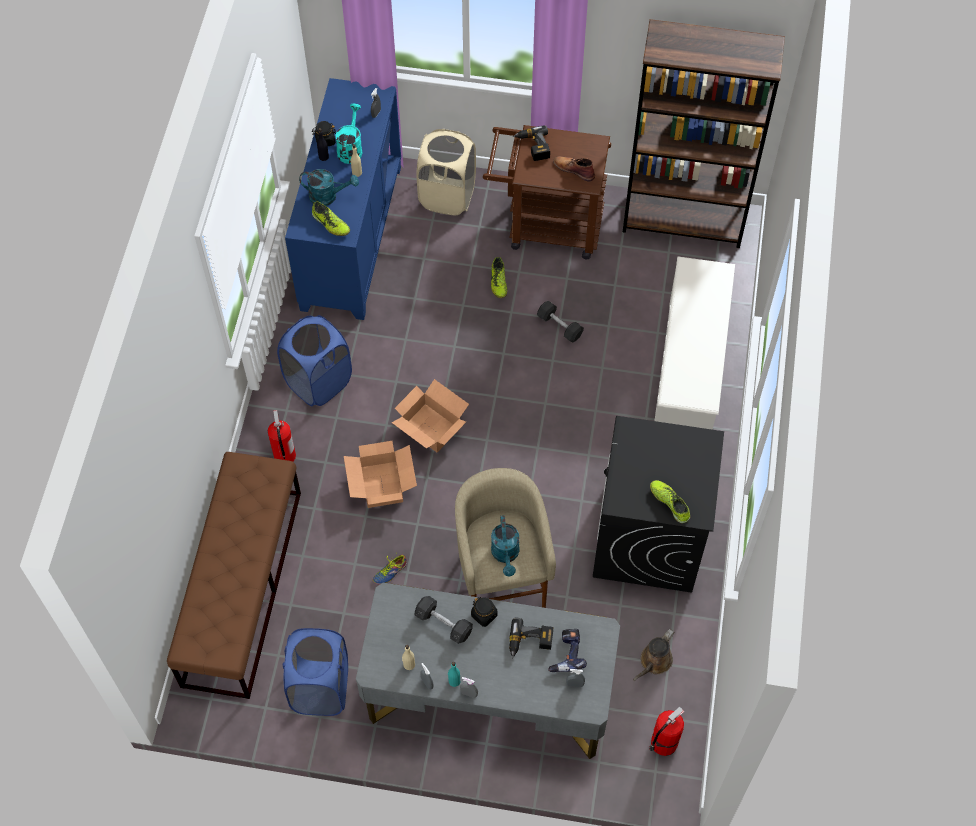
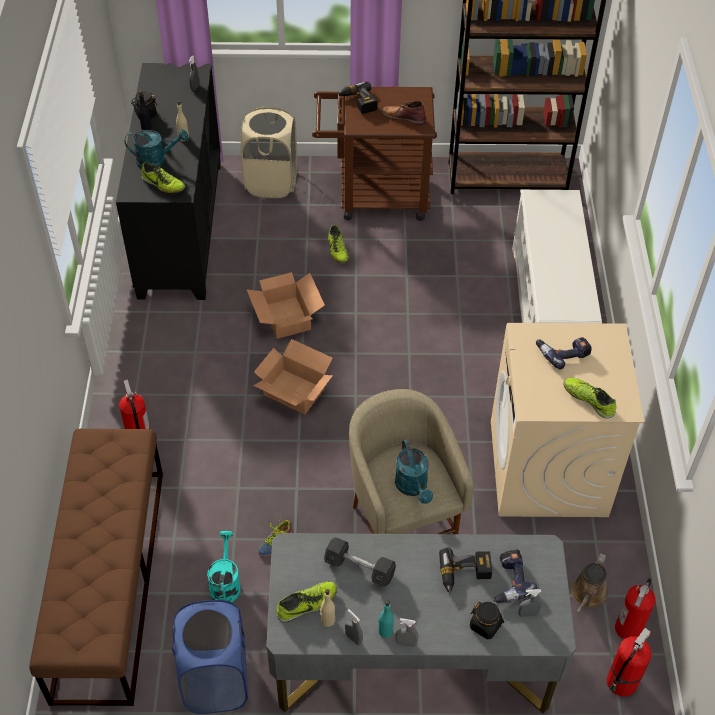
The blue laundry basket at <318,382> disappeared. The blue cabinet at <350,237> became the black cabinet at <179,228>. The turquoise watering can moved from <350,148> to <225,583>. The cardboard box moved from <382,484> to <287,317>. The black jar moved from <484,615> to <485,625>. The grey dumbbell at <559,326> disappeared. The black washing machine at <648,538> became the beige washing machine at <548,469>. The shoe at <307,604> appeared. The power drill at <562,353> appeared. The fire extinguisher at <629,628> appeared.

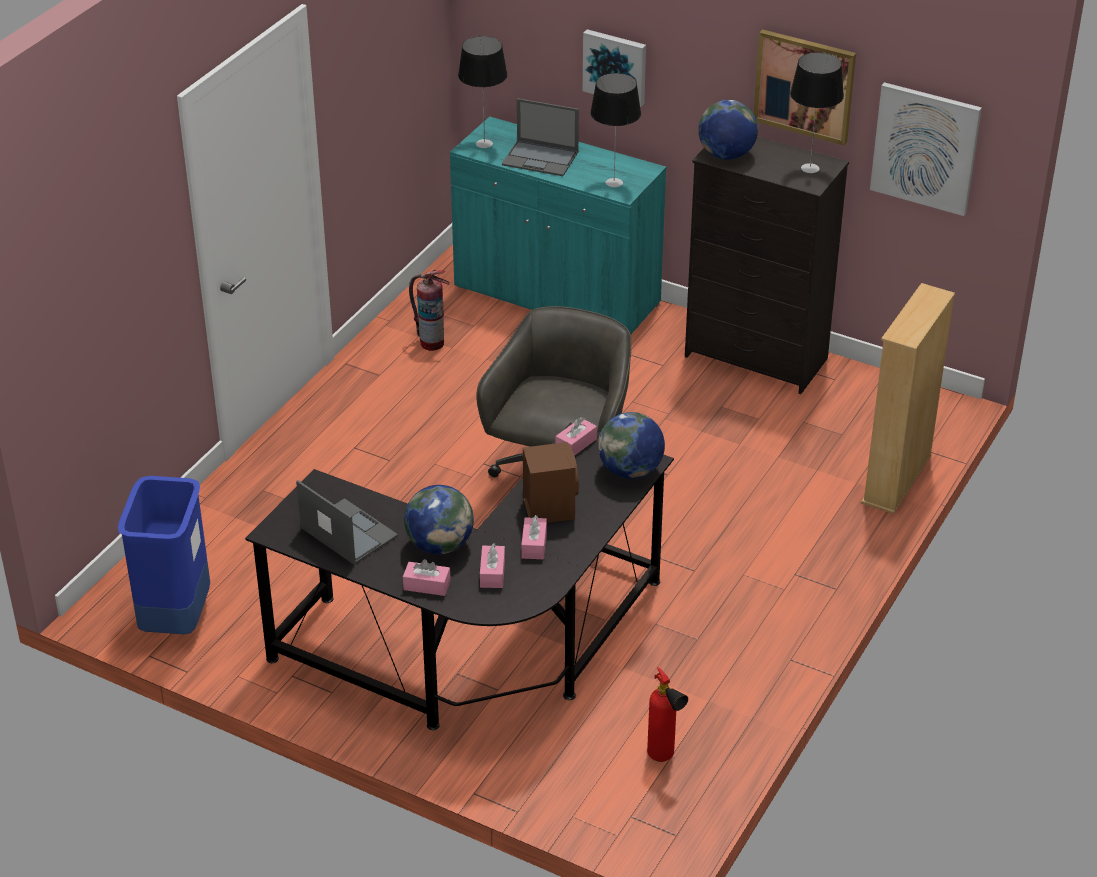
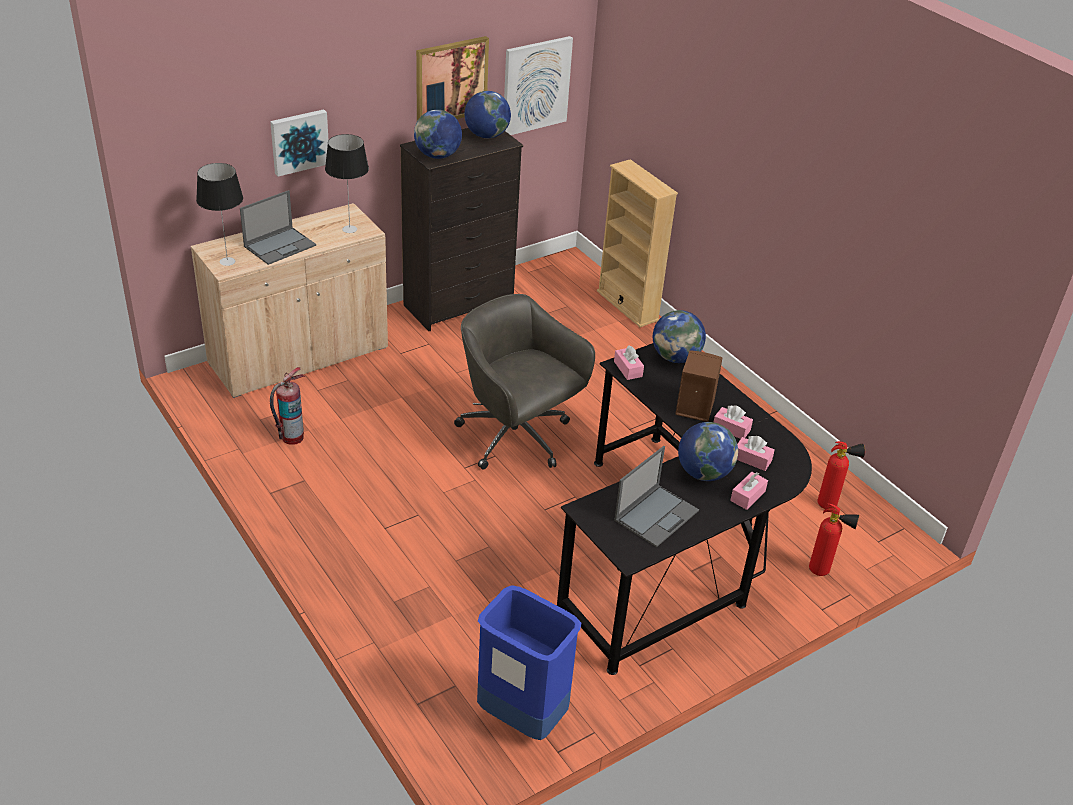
The laptop at <347,532> turned 150 degrees clockwise. The turquoise cabinet at <556,296> became the beige cabinet at <299,356>. The table lamp at <810,168> was replaced by the globe at <486,135>. The fire extinguisher at <823,572> appeared.

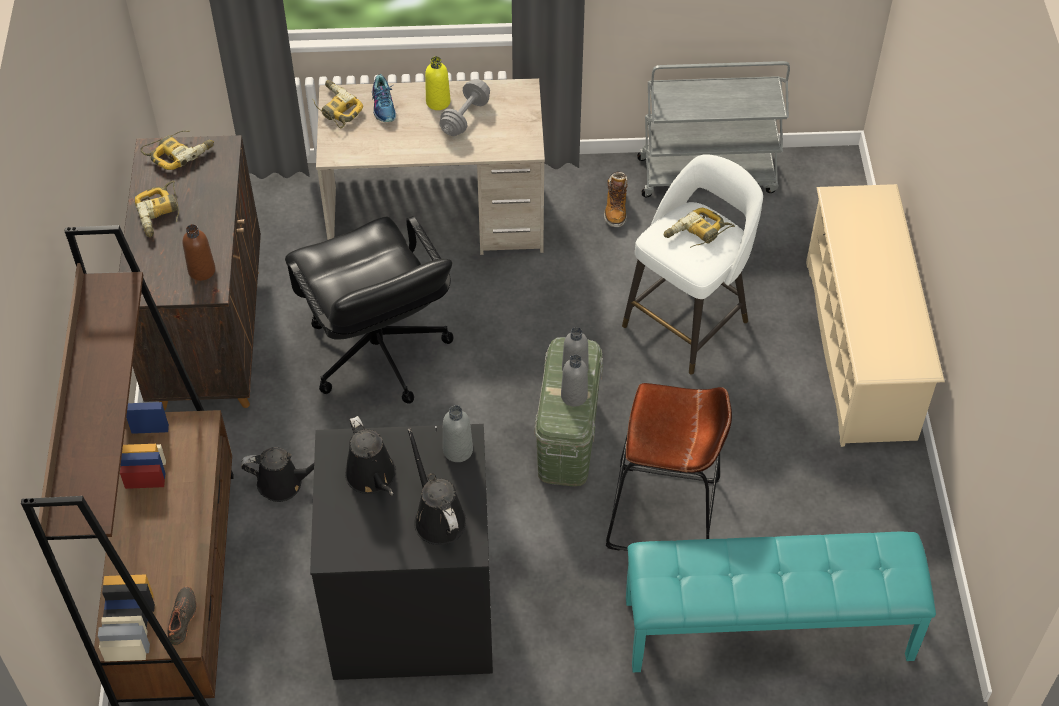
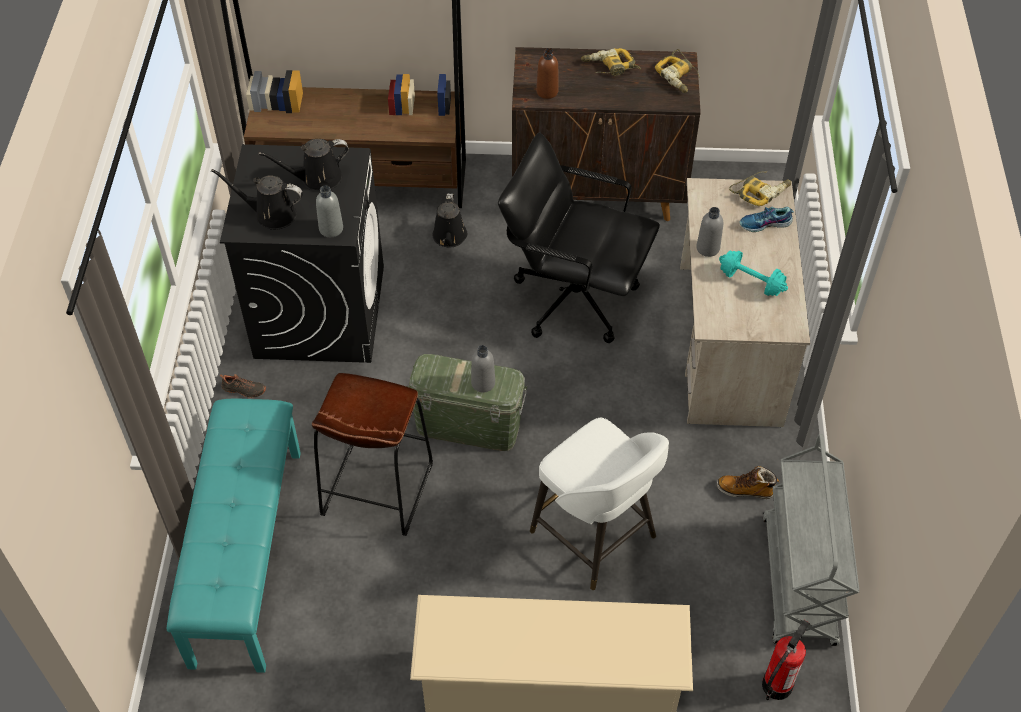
The black shoe moved from <183,619> to <244,390>. The black office chair at <377,353> turned 45 degrees clockwise. The black watering can at <437,517> turned 150 degrees counterclockwise. The yellow bottle at <438,102> disappeared. The grey dumbbell at <465,117> became the turquoise dumbbell at <751,282>. The grey bottle moved from <574,396> to <708,248>. The power drill at <697,234> disappeared. The fire extinguisher at <776,685> appeared.

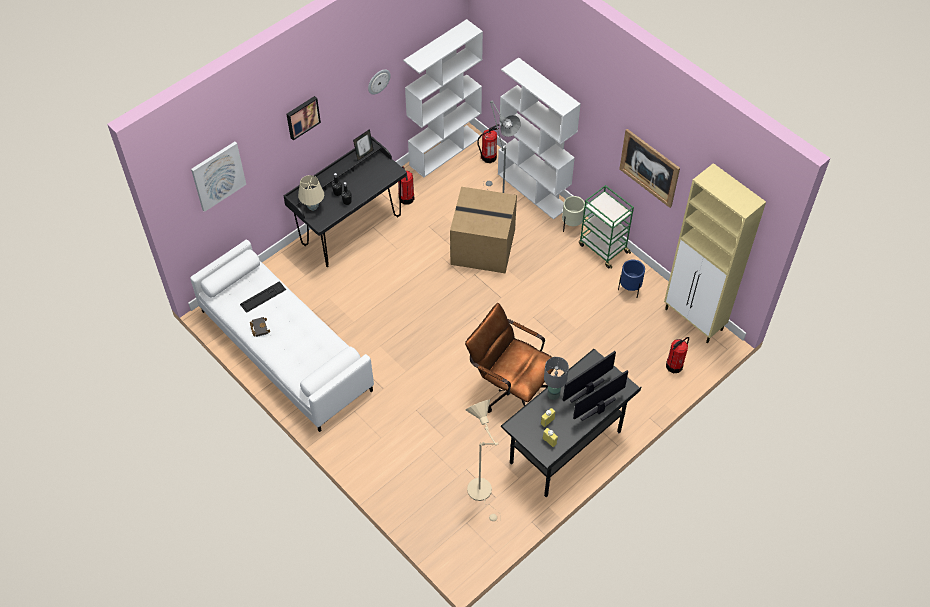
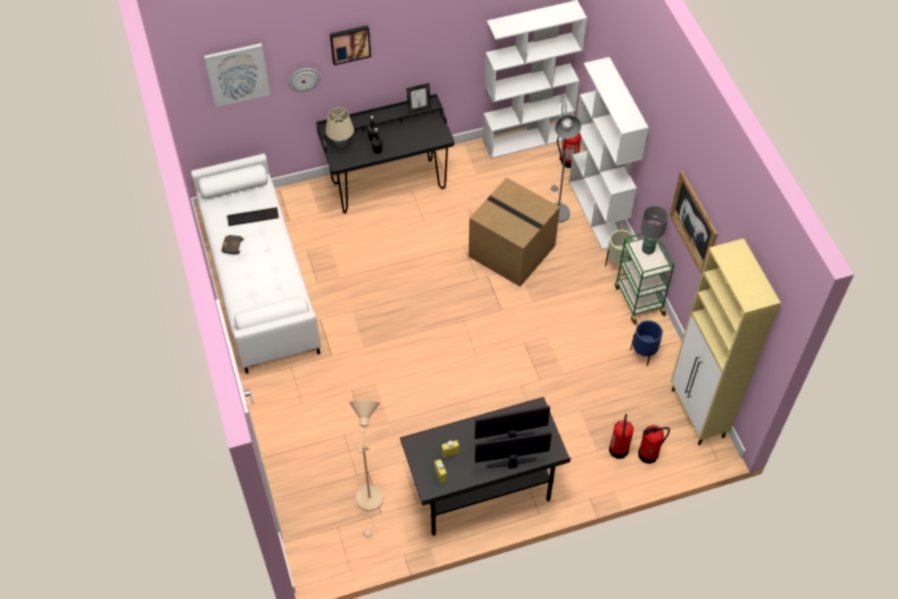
The wall clock moved from <378,81> to <304,79>. The fire extinguisher moved from <406,198> to <619,449>. The brown office chair at <509,389> disappeared. The grey table lamp moved from <553,394> to <648,249>.

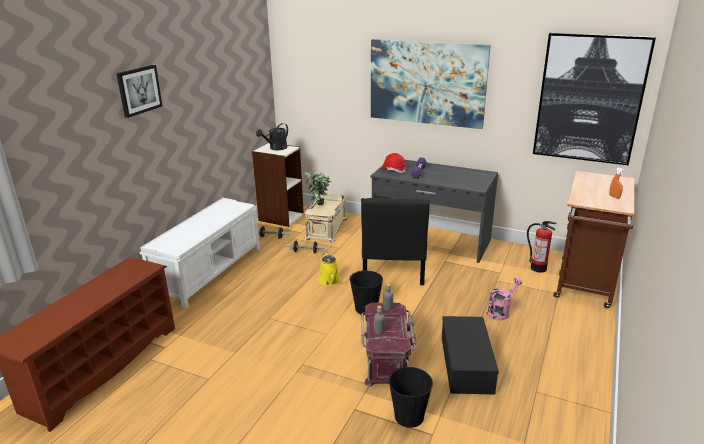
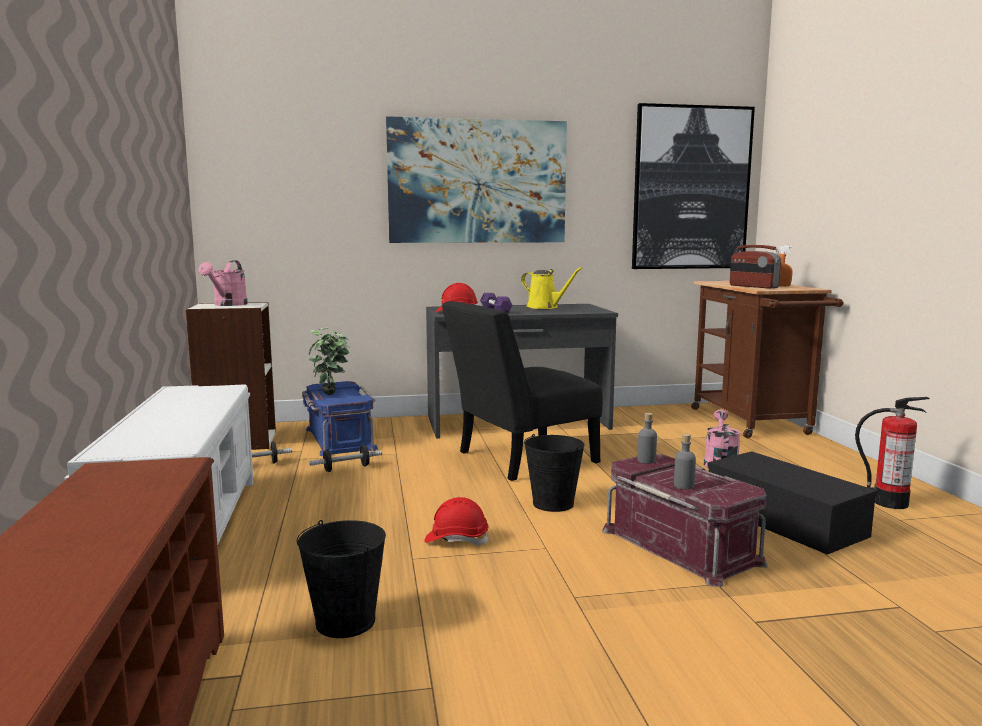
The picture at <139,90> disappeared. The black watering can at <275,148> became the pink watering can at <228,305>. The beige storage box at <325,228> became the blue storage box at <338,439>. The yellow watering can moved from <330,281> to <545,307>. The black chair at <393,271> turned 90 degrees clockwise. The black bucket moved from <409,416> to <346,621>. The fire extinguisher moved from <538,268> to <890,502>. The red hard hat at <456,539> appeared. The radio at <753,286> appeared.

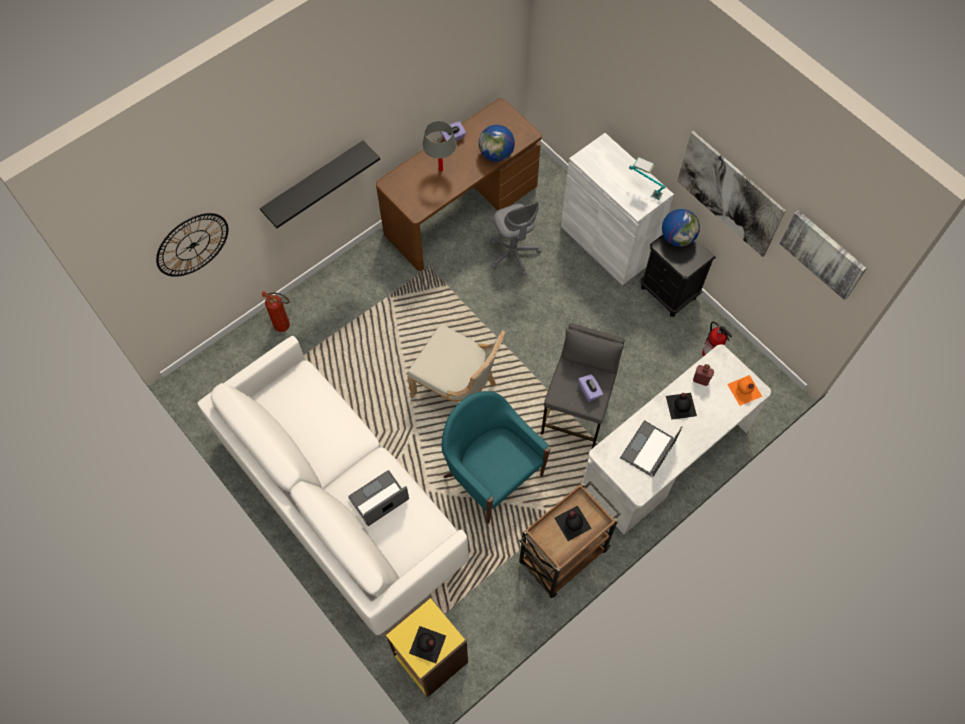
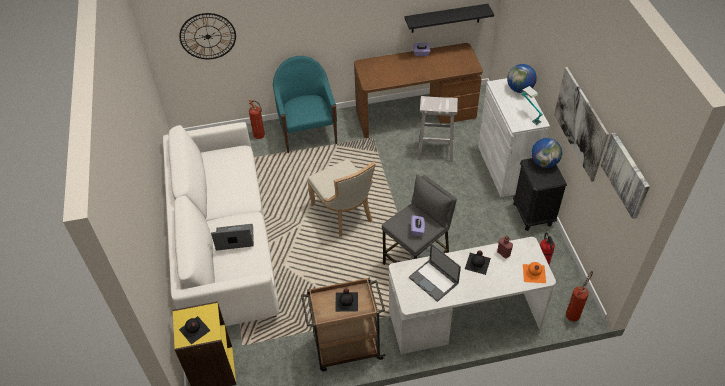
The black shelf moved from <314,182> to <446,18>. The grey table lamp at <440,170> disappeared. The turquoise armchair moved from <491,474> to <308,132>. The globe moved from <496,154> to <519,89>. The grey office chair at <513,254> was replaced by the white stool at <434,151>. The laptop at <648,449> turned 105 degrees counterclockwise. The fire extinguisher at <574,313> appeared.

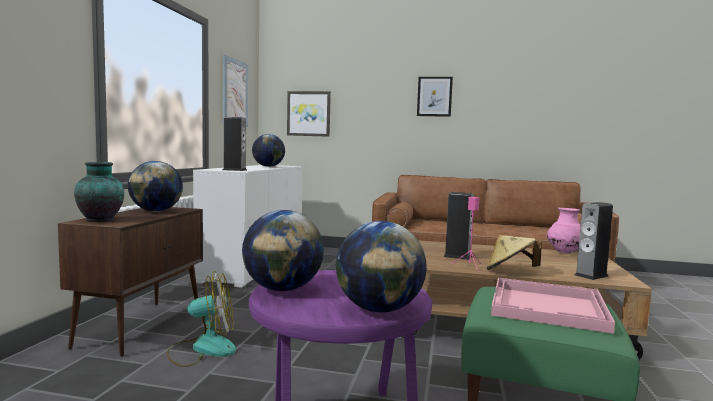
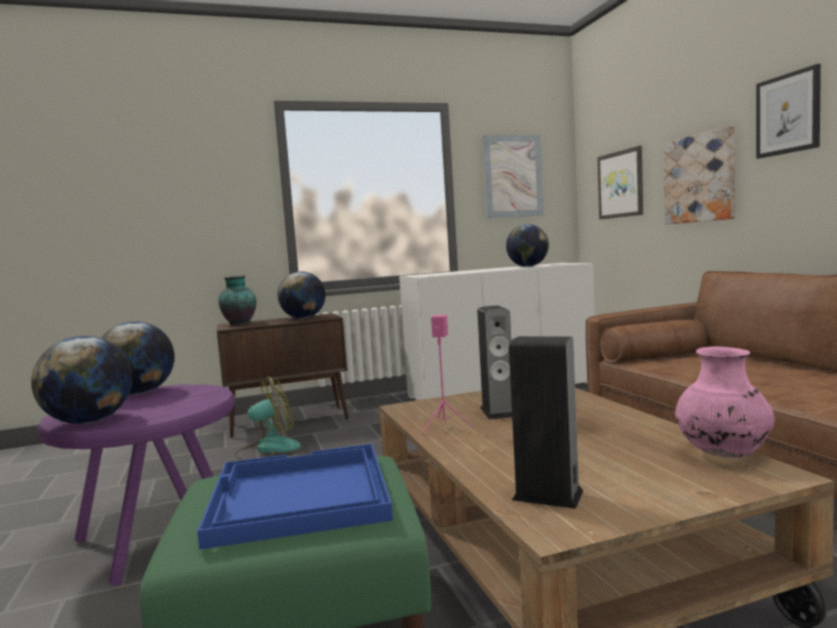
The fan at <203,348> turned 75 degrees counterclockwise. The speaker at <234,170> disappeared. The beige hat at <510,271> disappeared. The pink tray at <548,307> became the blue tray at <298,496>. The picture at <699,178> appeared.

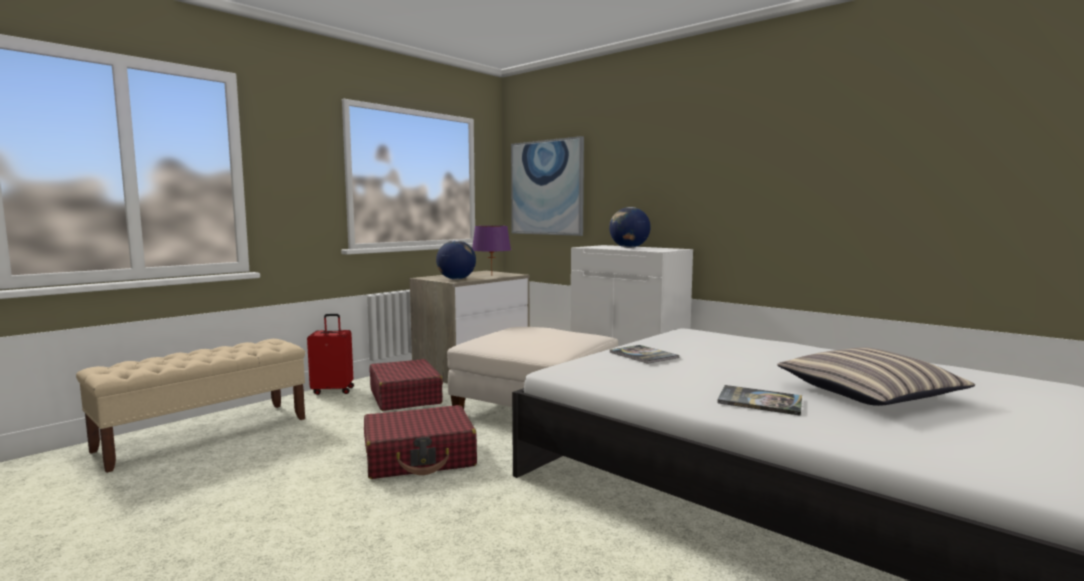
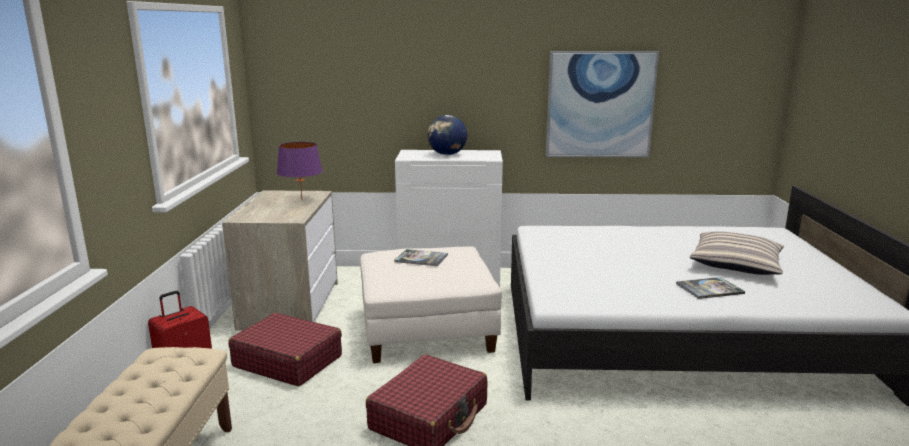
The globe at <456,279> disappeared. The picture moved from <546,187> to <600,104>. The book moved from <643,355> to <421,258>.

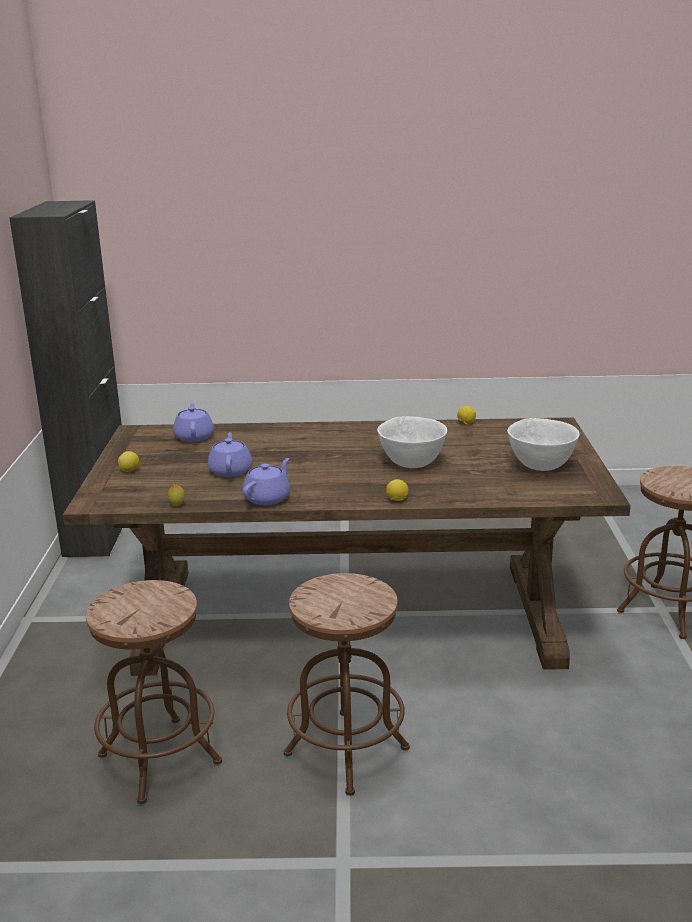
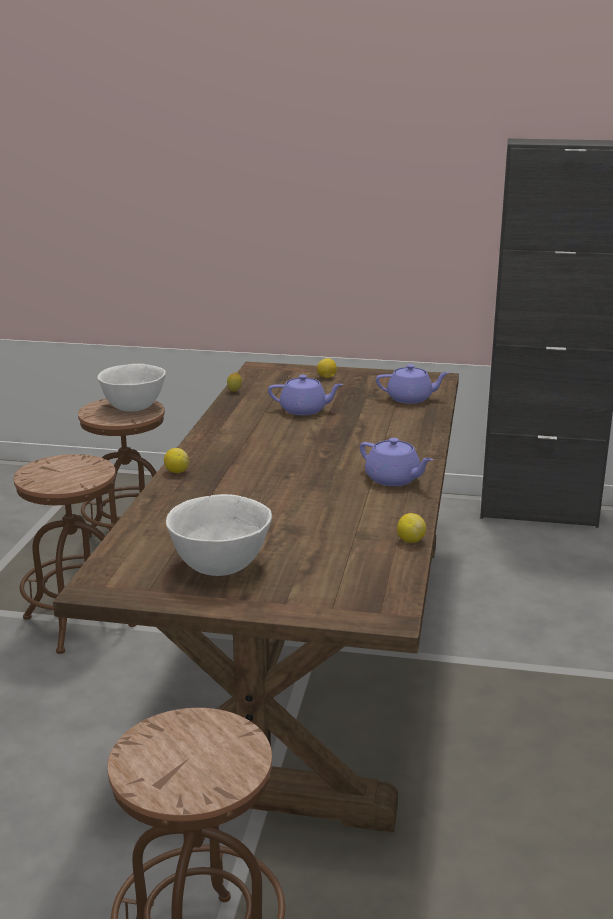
The purple teapot moved from <268,498> to <393,479>. The white bowl moved from <411,462> to <134,407>.

